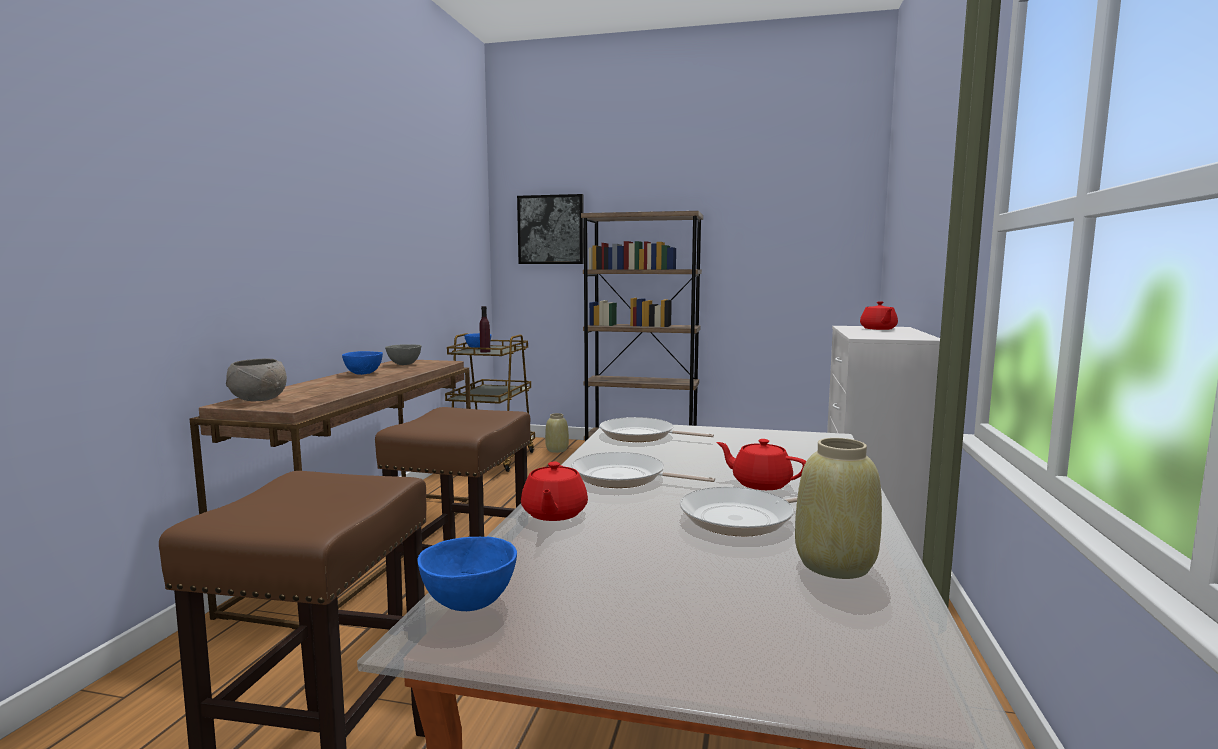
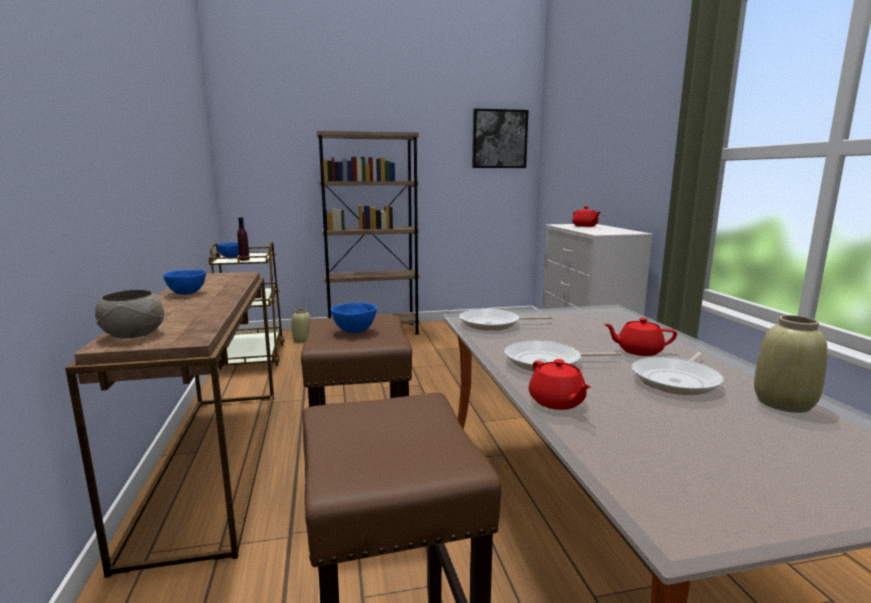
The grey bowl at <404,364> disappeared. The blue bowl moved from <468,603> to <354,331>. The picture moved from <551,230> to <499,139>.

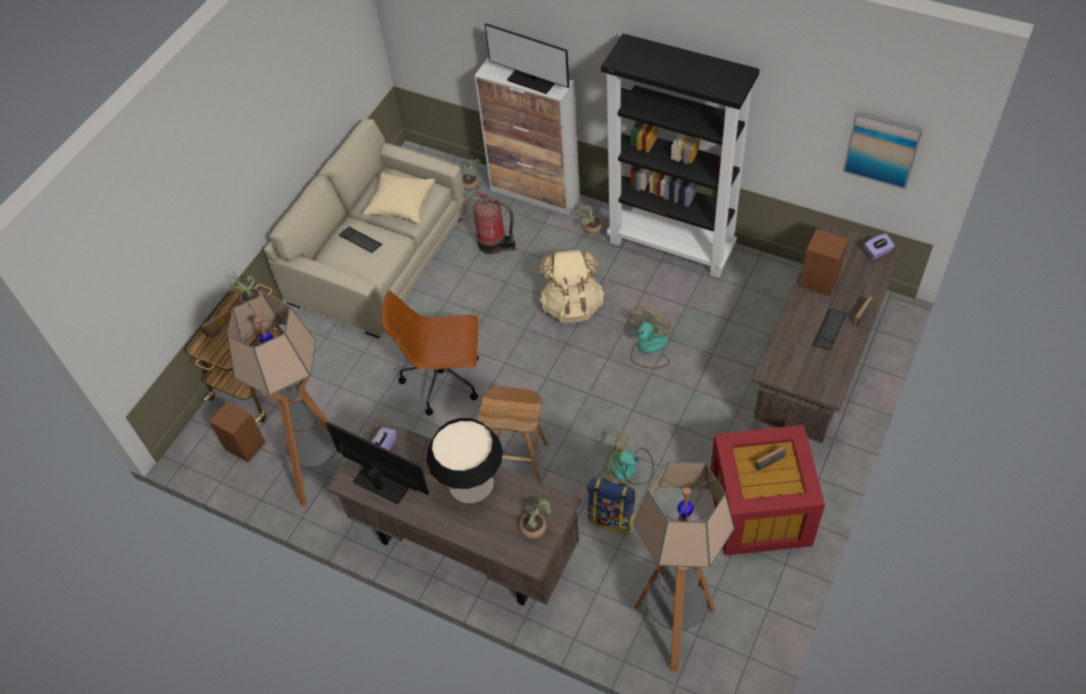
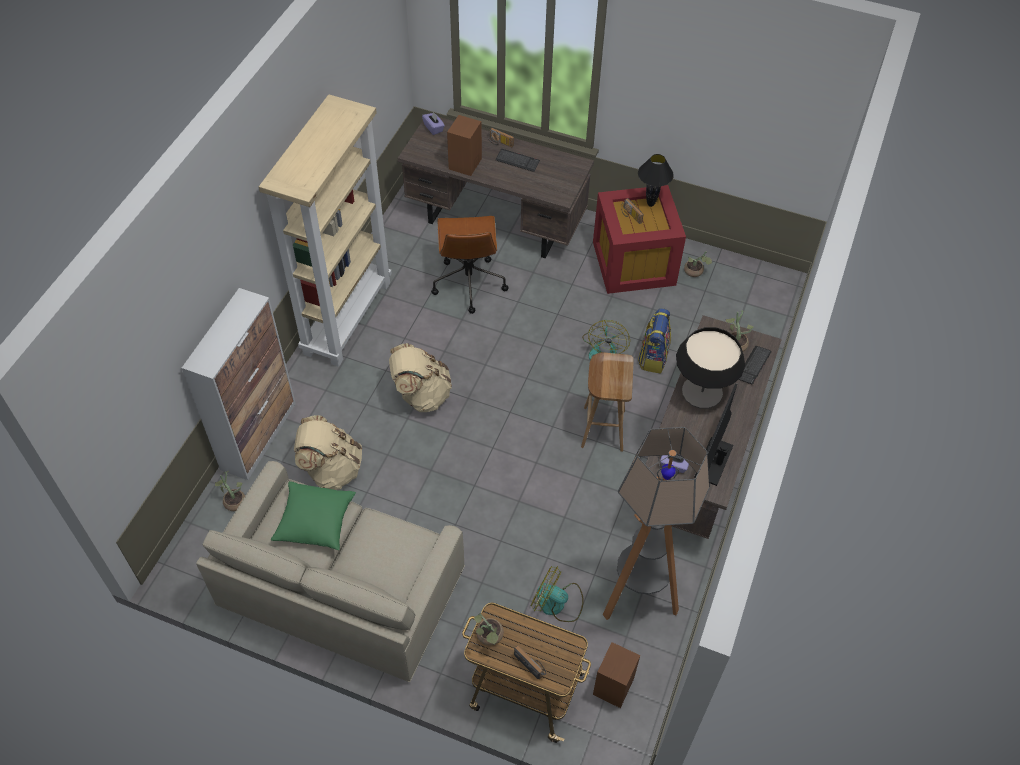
The keyboard moved from <360,240> to <753,365>. The beige pillow at <401,204> became the green pillow at <315,521>. The brown office chair moved from <444,379> to <468,283>. The fire extinguisher at <494,244> was replaced by the beige backpack at <332,469>. The monitor at <532,81> disappeared. The potted plant moved from <590,229> to <695,272>. The black bookcase at <672,246> became the beige bookcase at <347,317>. The fan moved from <648,349> to <557,603>. The floor lamp at <674,627> disappeared. The picture at <882,149> disappeared. The black table lamp at <650,204> appeared.

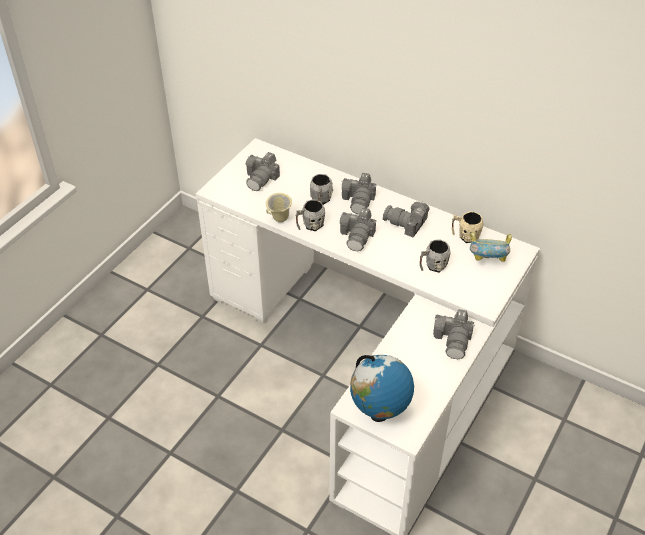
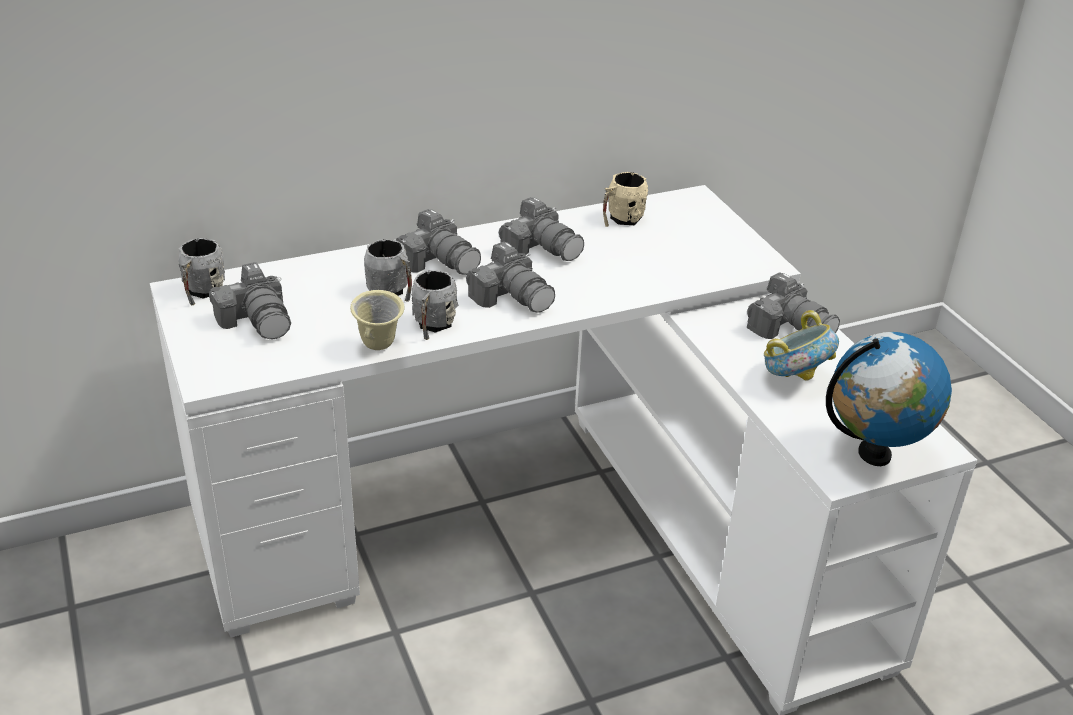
The photo camera at <407,224> turned 105 degrees counterclockwise. The grey mug moved from <432,266> to <202,292>. The bowl moved from <487,260> to <794,378>.

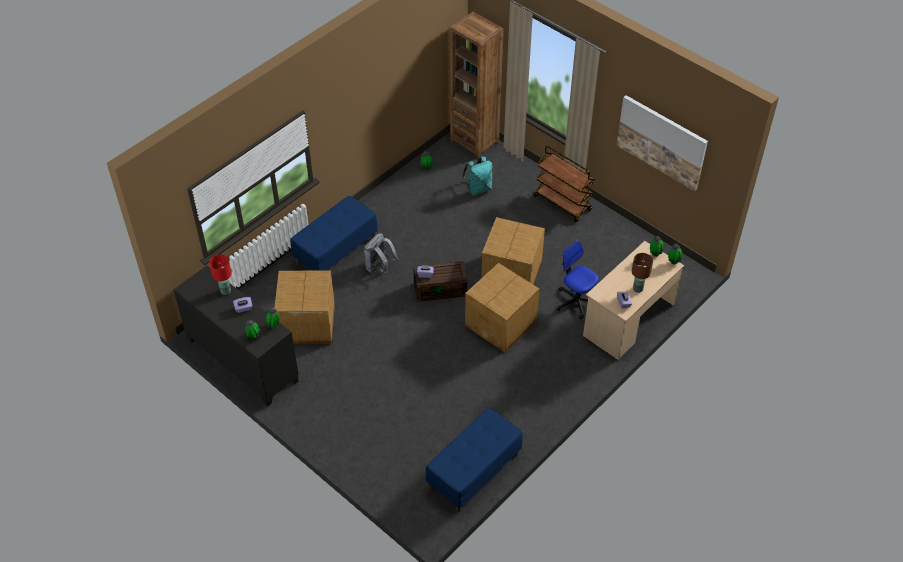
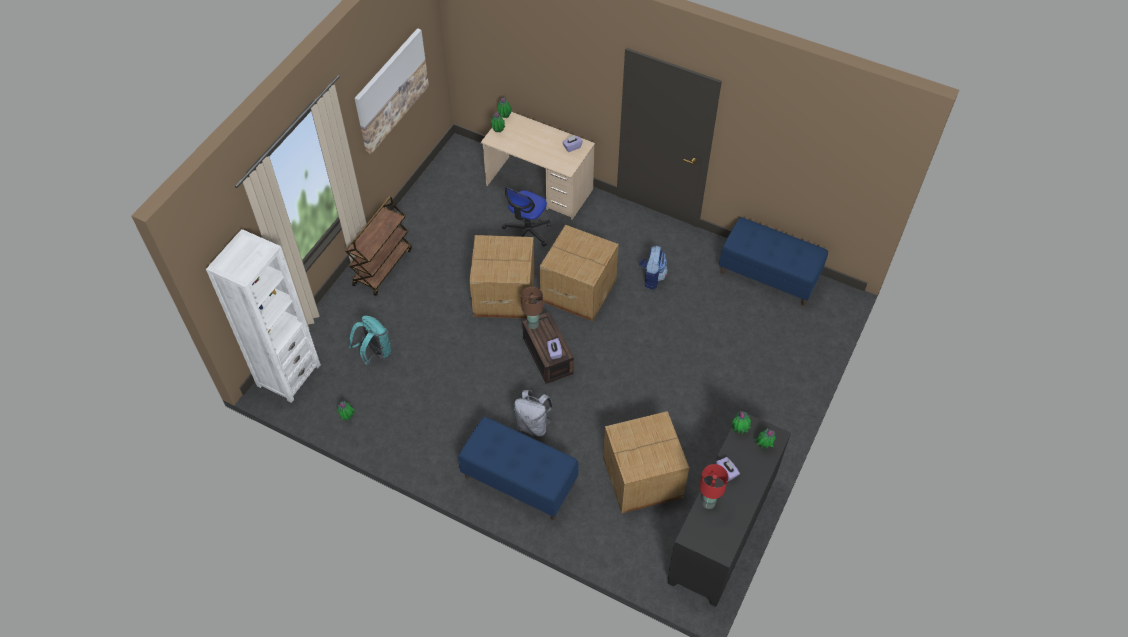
The brown bookcase at <474,142> became the white bookcase at <288,375>. The brown table lamp moved from <637,288> to <532,324>. The backpack at <652,277> appeared.

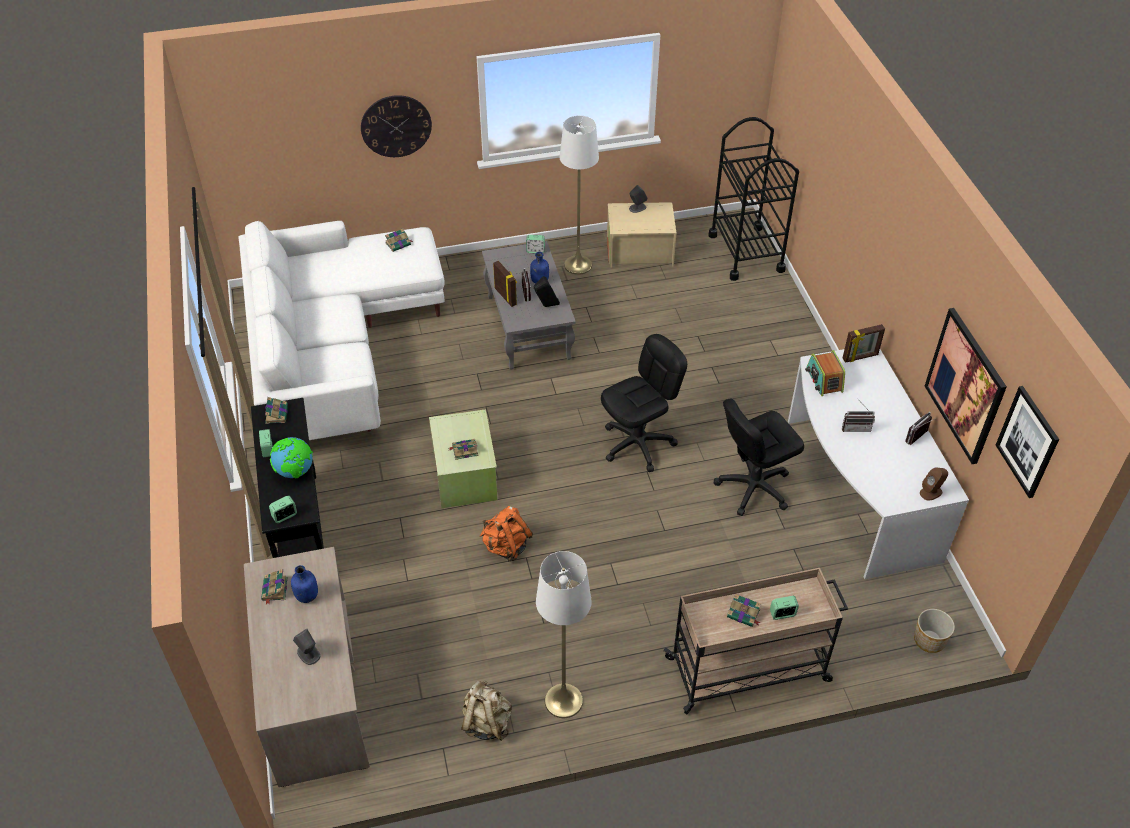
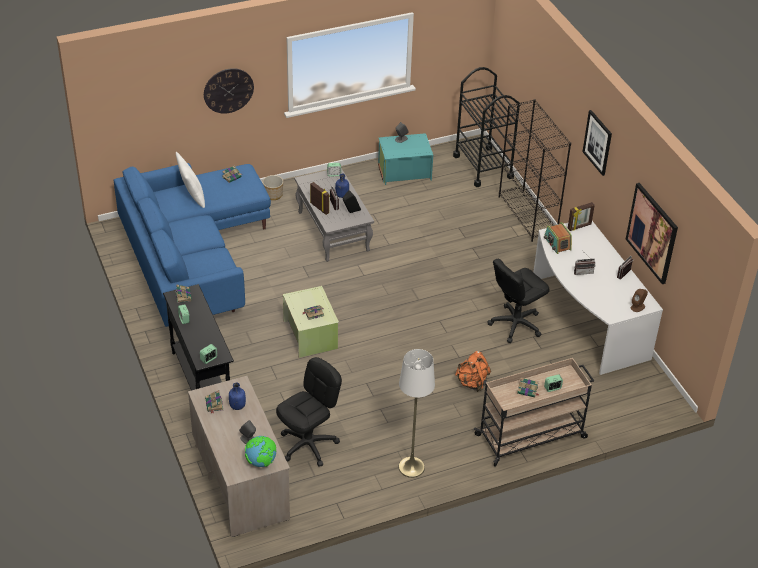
The white sofa at <335,350> became the blue sofa at <193,259>. The globe moved from <295,471> to <261,462>. The beige backpack at <486,722> disappeared. The orange backpack moved from <506,546> to <472,383>. The white floor lamp at <578,265> disappeared. The black office chair moved from <638,444> to <308,445>. The beige storage box at <639,251> became the turquoise storage box at <404,171>. The planter moved from <929,640> to <273,195>. The picture moved from <1027,442> to <597,142>. The white pillow at <192,196> appeared. The black bookcase at <528,216> appeared.

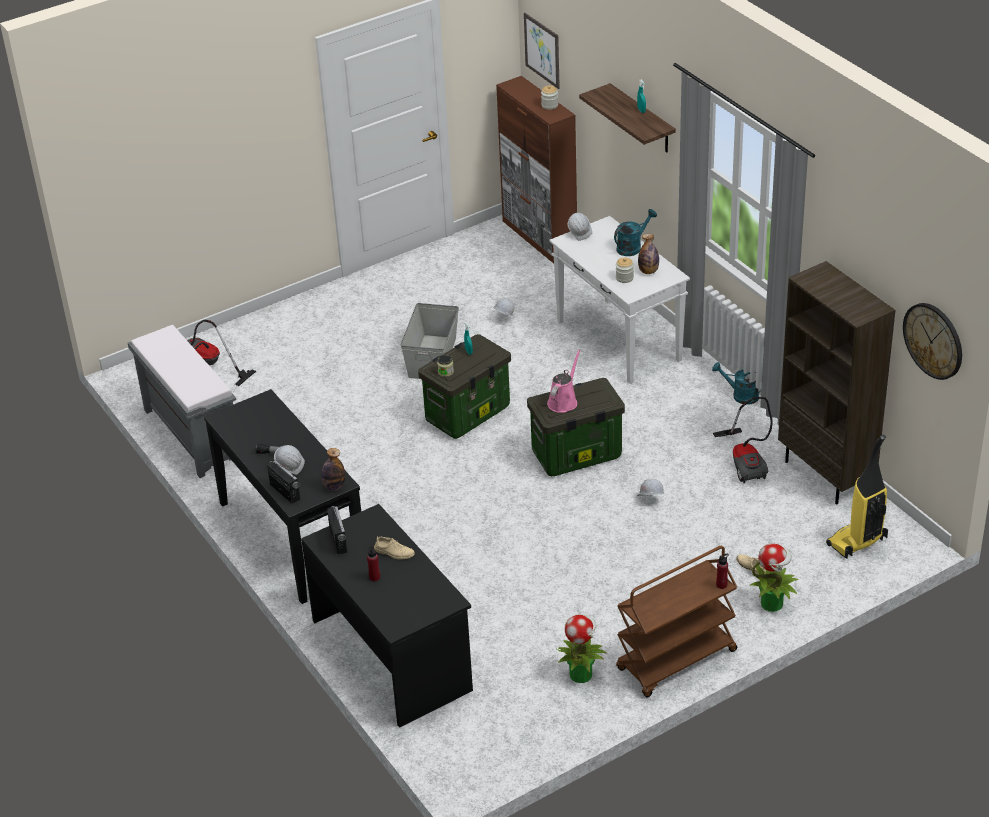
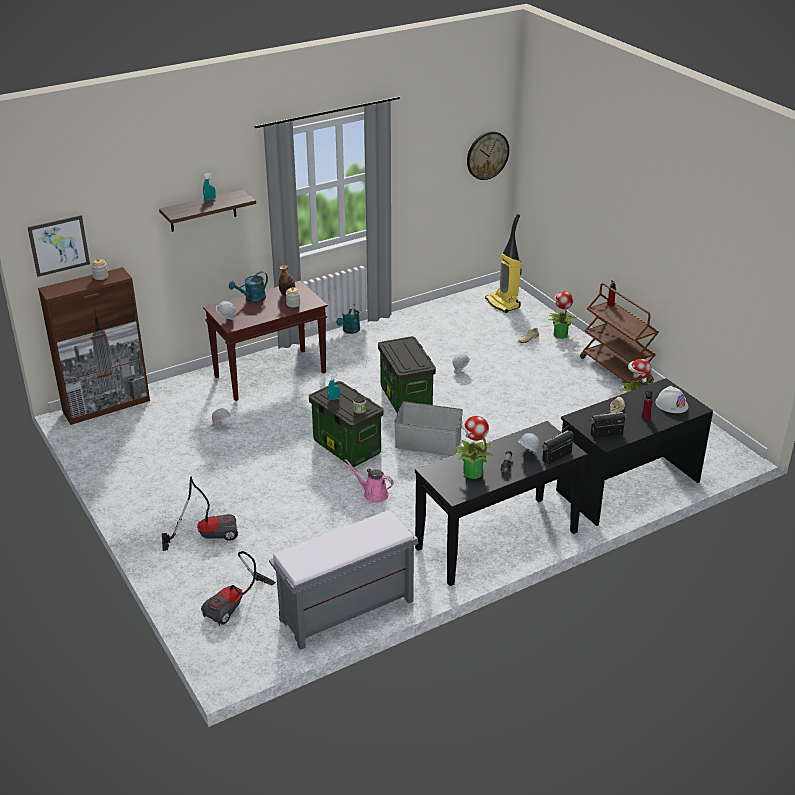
The bottle at <334,486> disappeared. The grey storage box moved from <431,357> to <428,443>. The pink watering can moved from <563,401> to <373,494>. The white console table at <620,341> became the brown console table at <271,374>. The turquoise watering can at <632,247> turned 90 degrees counterclockwise. The vacuum cleaner moved from <746,461> to <207,534>. The brown bookcase at <826,475> disappeared. The potted plant at <472,472> appeared. The white hard hat at <671,404> appeared.

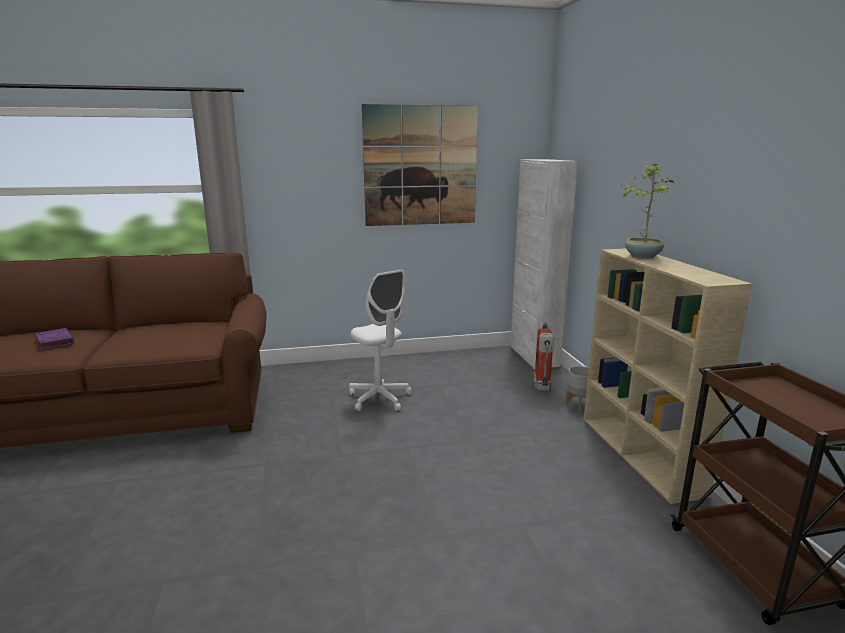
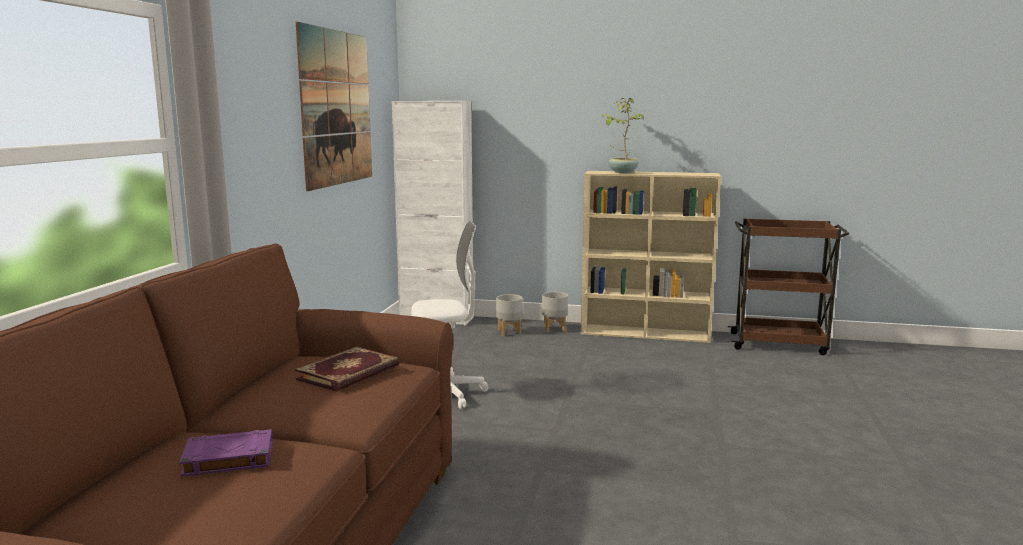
The fire extinguisher at <542,388> was replaced by the grey planter at <509,332>. The book at <349,373> appeared.

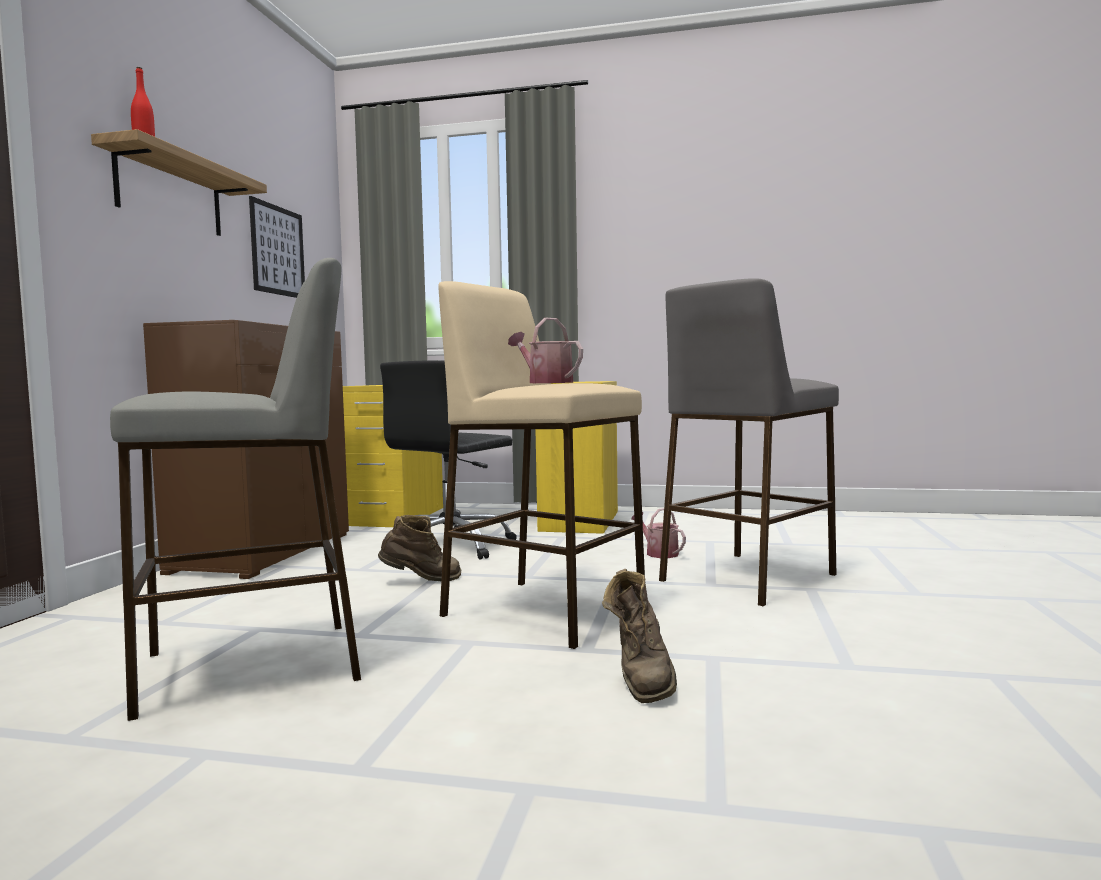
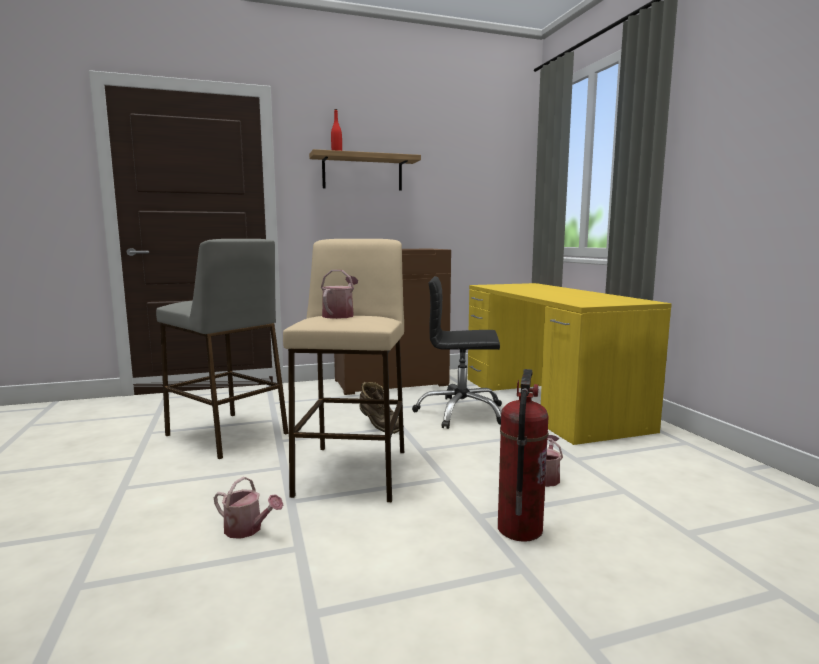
The picture at <278,250> disappeared. The brown boot at <642,679> was replaced by the watering can at <247,529>. The grey stool at <747,578> was replaced by the fire extinguisher at <519,529>.

